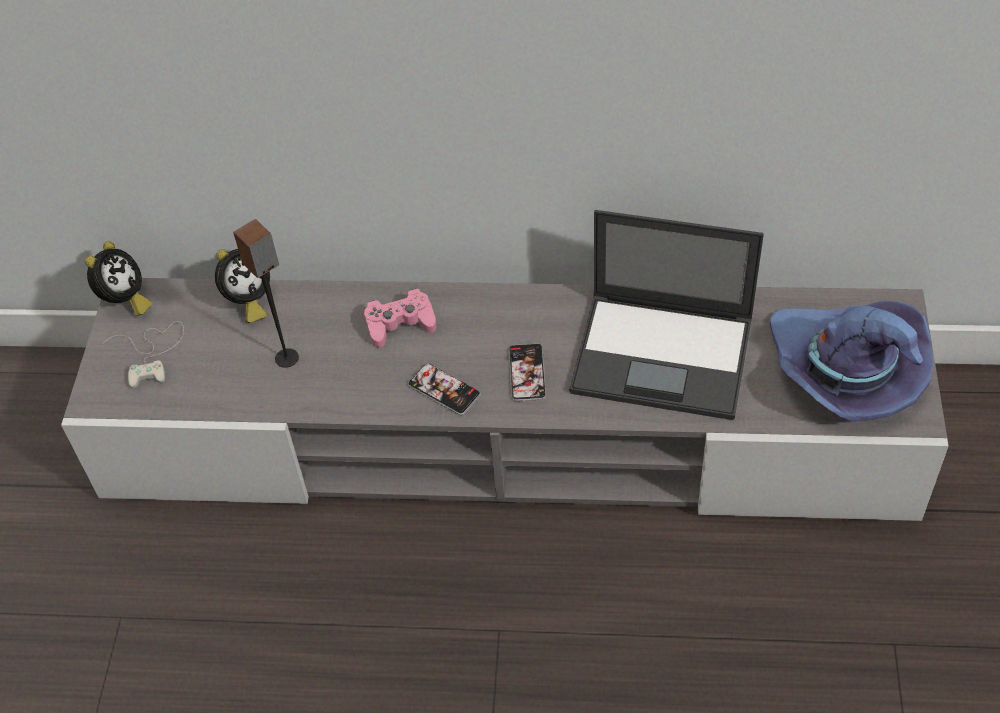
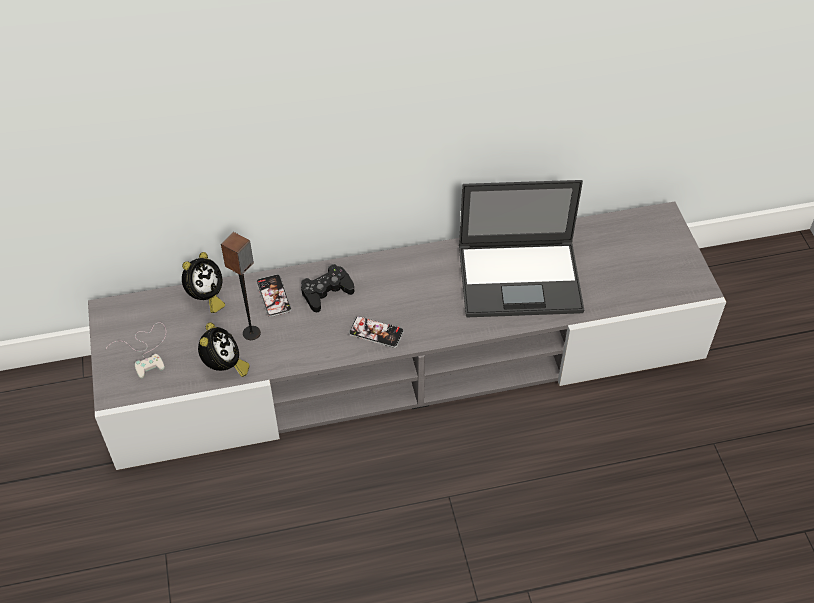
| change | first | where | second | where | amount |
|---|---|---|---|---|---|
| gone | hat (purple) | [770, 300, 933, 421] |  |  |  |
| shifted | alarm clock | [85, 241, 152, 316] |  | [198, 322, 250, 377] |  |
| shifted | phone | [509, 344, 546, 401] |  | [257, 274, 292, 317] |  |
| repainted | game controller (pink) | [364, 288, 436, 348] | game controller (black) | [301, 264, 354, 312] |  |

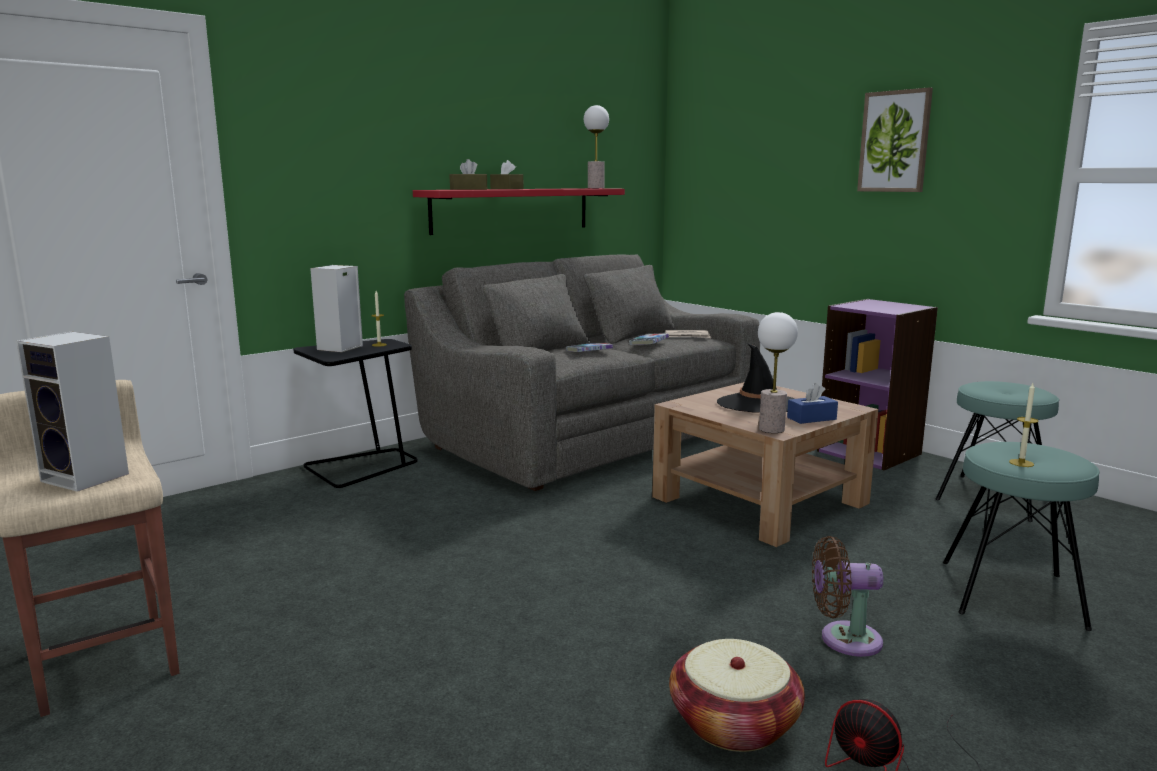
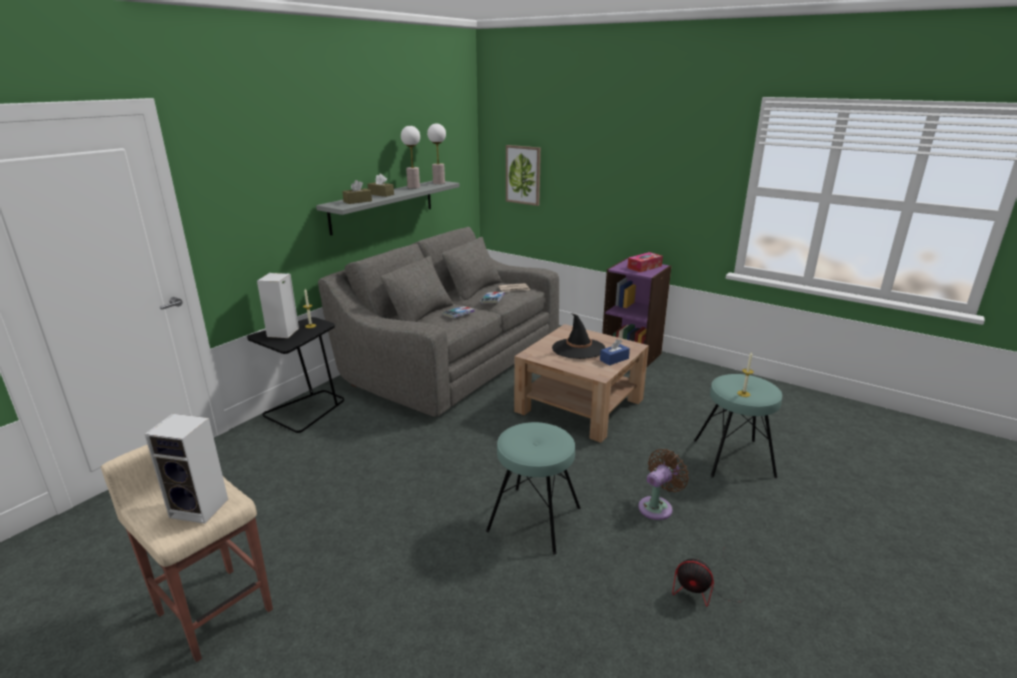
| change | first | where | second | where | amount |
|---|---|---|---|---|---|
| gone | basket | [669, 639, 805, 752] |  |  |  |
| new |  |  | tissue box | [627, 252, 663, 272] |  |
| shifted | table lamp | [758, 312, 798, 433] |  | [401, 126, 420, 189] |  |
| shifted | picture | [857, 87, 933, 192] |  | [506, 145, 541, 206] |  |
| shifted | stool (turquoise) | [936, 381, 1059, 522] |  | [486, 422, 581, 555] |  |
| repainted | shelf (red) | [413, 188, 625, 235] | shelf (grey) | [316, 181, 460, 236] |  |
| rotated | fan (brown) | [812, 536, 883, 657] |  | [638, 449, 689, 520] | 150 degrees clockwise |

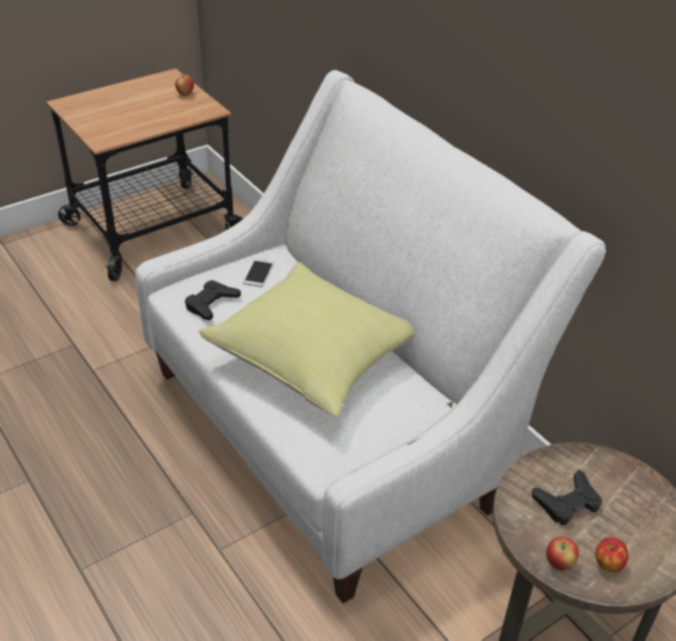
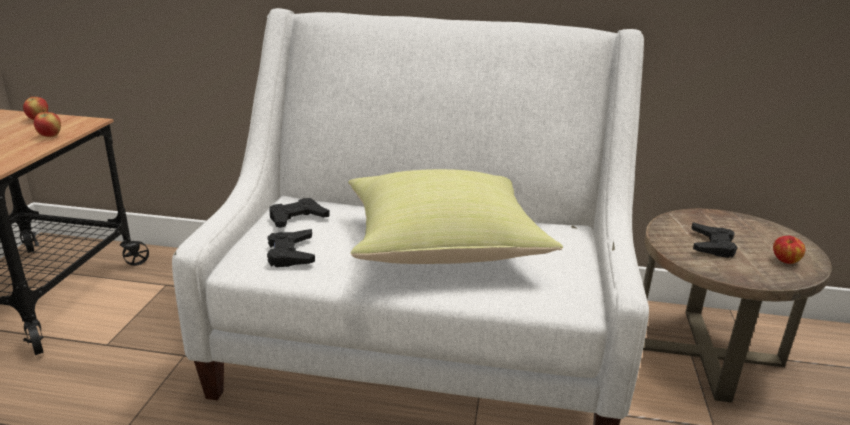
| change | first | where | second | where | amount |
|---|---|---|---|---|---|
| shifted | apple | [546, 536, 579, 570] |  | [34, 111, 61, 137] |  |
| swapped | phone | [243, 259, 274, 287] | game controller (black) | [269, 198, 330, 228] |  |

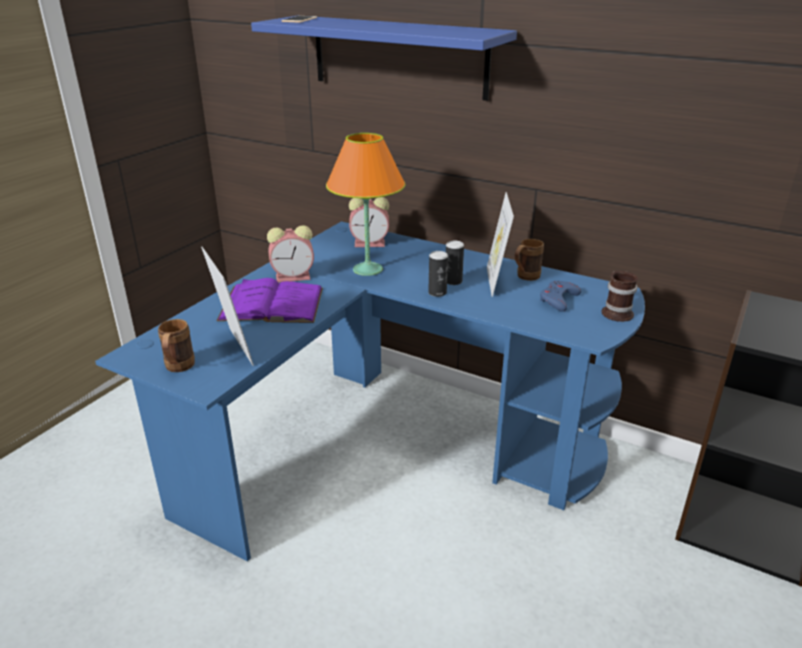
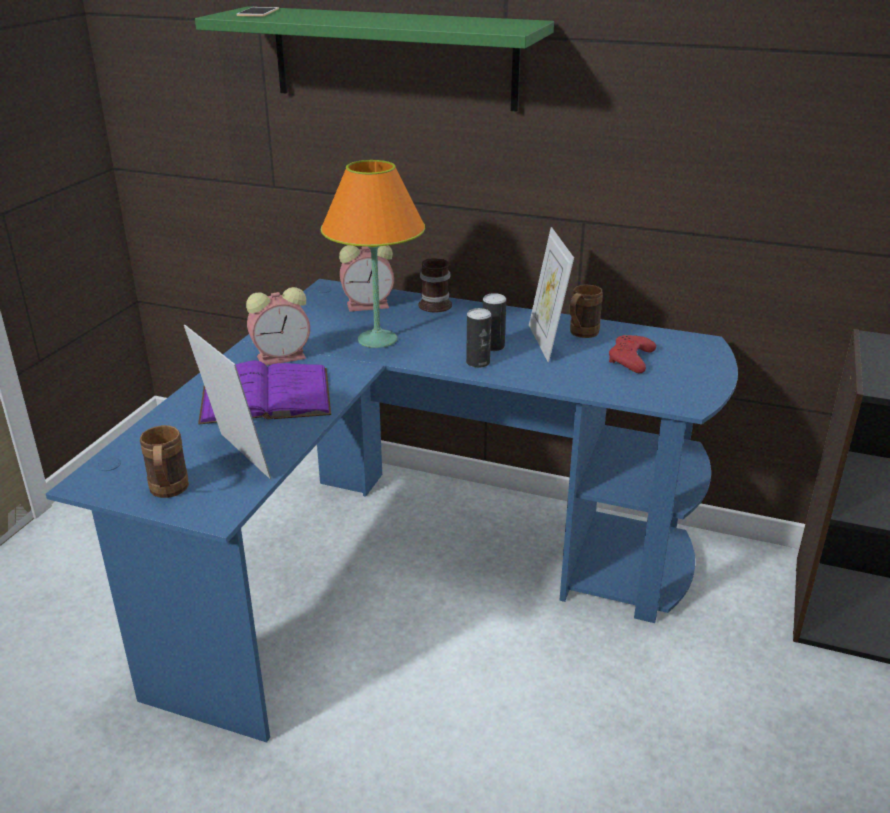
| change | first | where | second | where | amount |
|---|---|---|---|---|---|
| shifted | mug | [602, 271, 638, 322] |  | [418, 258, 452, 313] |  |
| repainted | shelf (blue) | [251, 16, 517, 101] | shelf (green) | [195, 6, 554, 112] |  |
| repainted | game controller (blue) | [540, 281, 582, 312] | game controller (red) | [609, 335, 656, 373] |  |

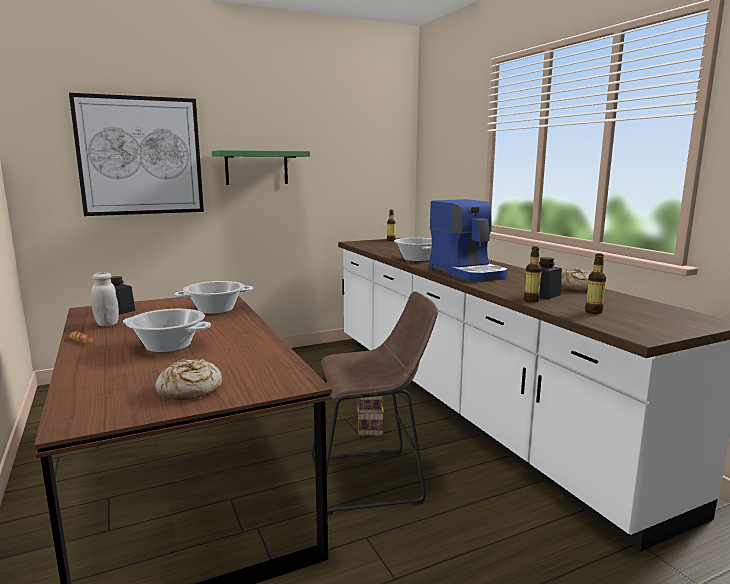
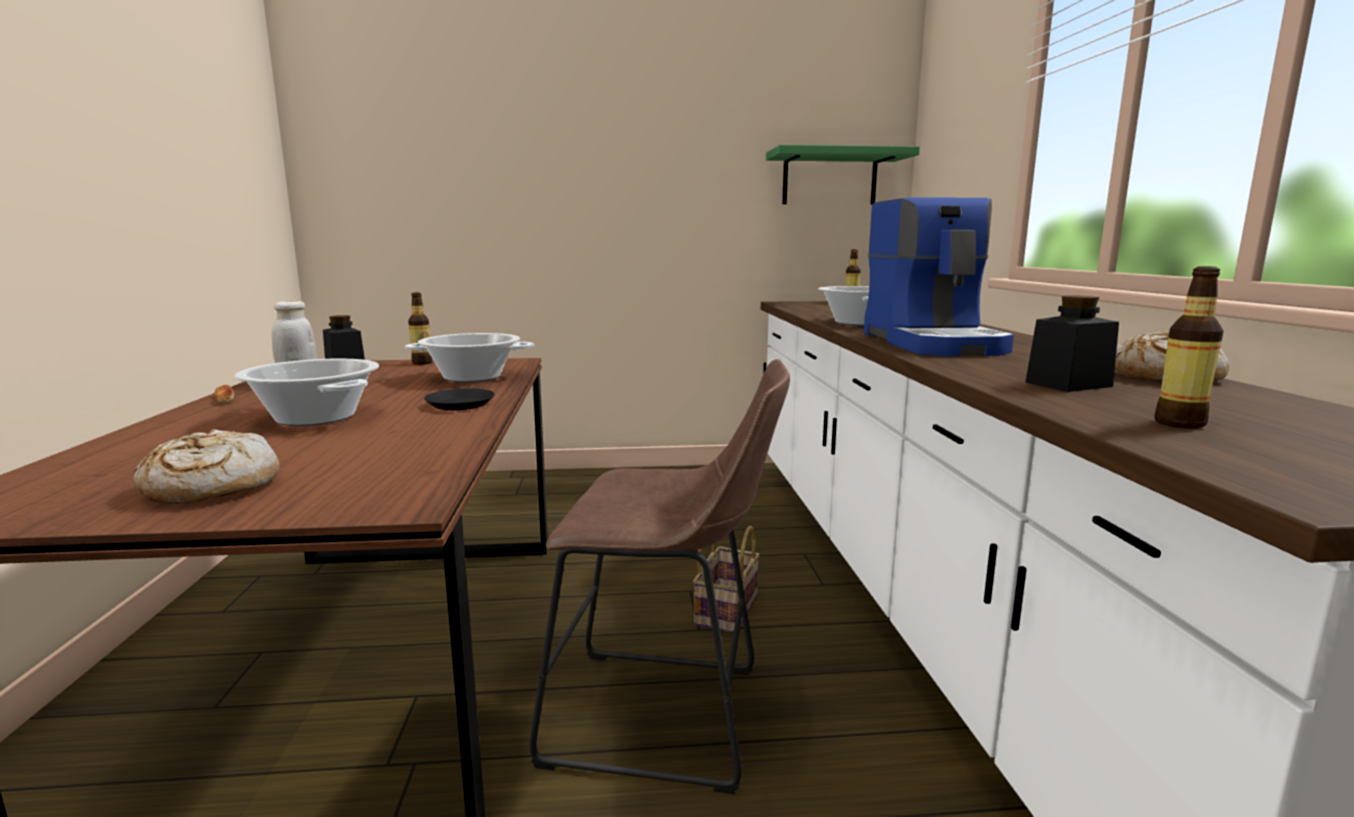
| change | first | where | second | where | amount |
|---|---|---|---|---|---|
| gone | picture | [69, 93, 204, 216] |  |  |  |
| new |  |  | plate (black) | [424, 388, 495, 410] |  |
| shifted | shelf (green) | [212, 150, 310, 185] |  | [766, 145, 920, 205] |  |
| shifted | bottle | [524, 246, 542, 303] |  | [408, 292, 432, 365] |  |

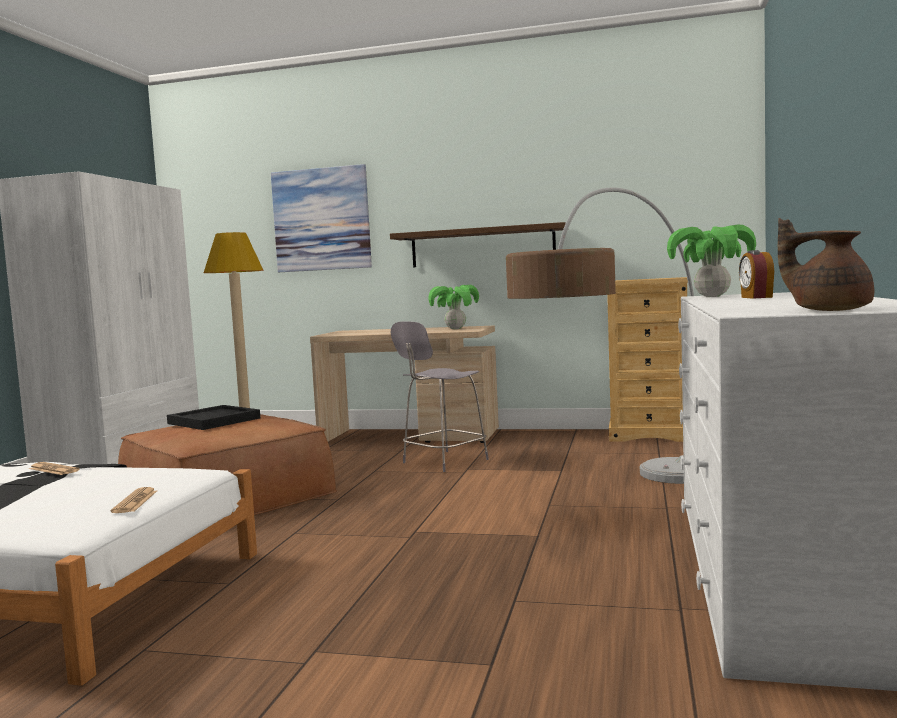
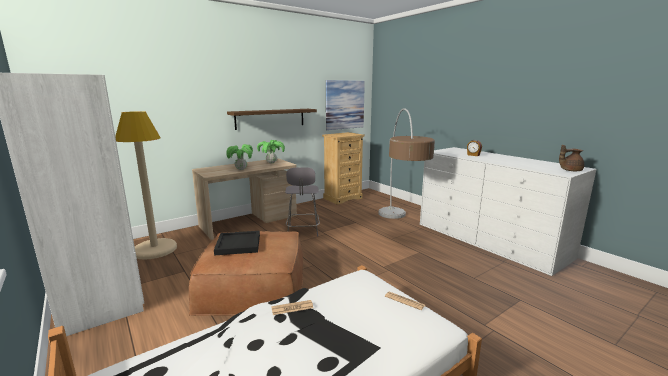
| change | first | where | second | where | amount |
|---|---|---|---|---|---|
| shifted | picture | [271, 164, 372, 272] |  | [326, 80, 365, 130] |  |
| shifted | potted plant | [667, 224, 756, 297] |  | [226, 144, 253, 170] |  |

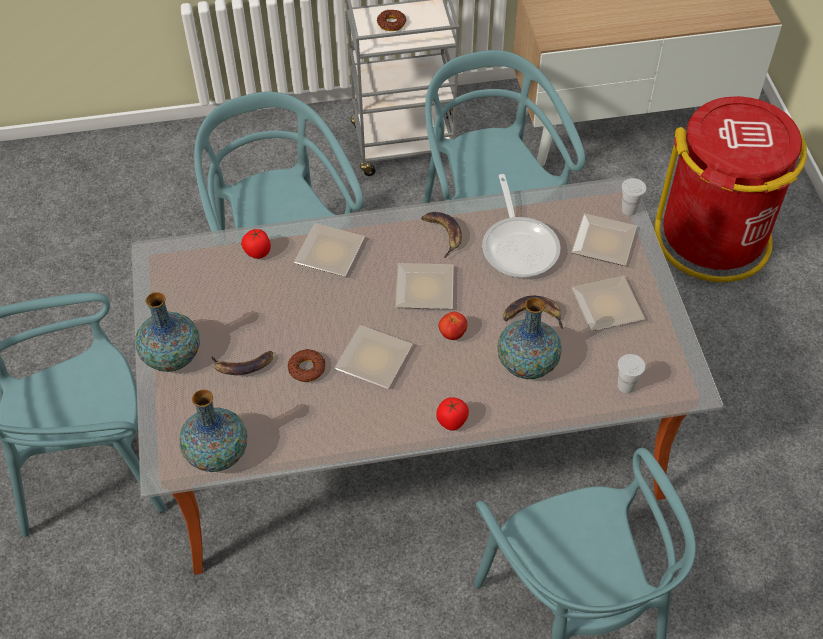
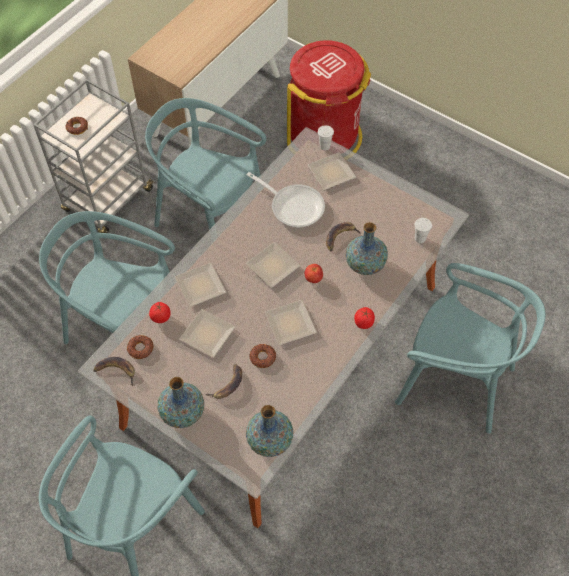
| change | first | where | second | where | amount |
|---|---|---|---|---|---|
| new |  |  | donut | [127, 335, 153, 359] |  |
| shifted | banana | [421, 212, 462, 258] |  | [93, 357, 135, 386] |  |
| shifted | plate | [571, 276, 645, 331] |  | [179, 309, 236, 358] |  |

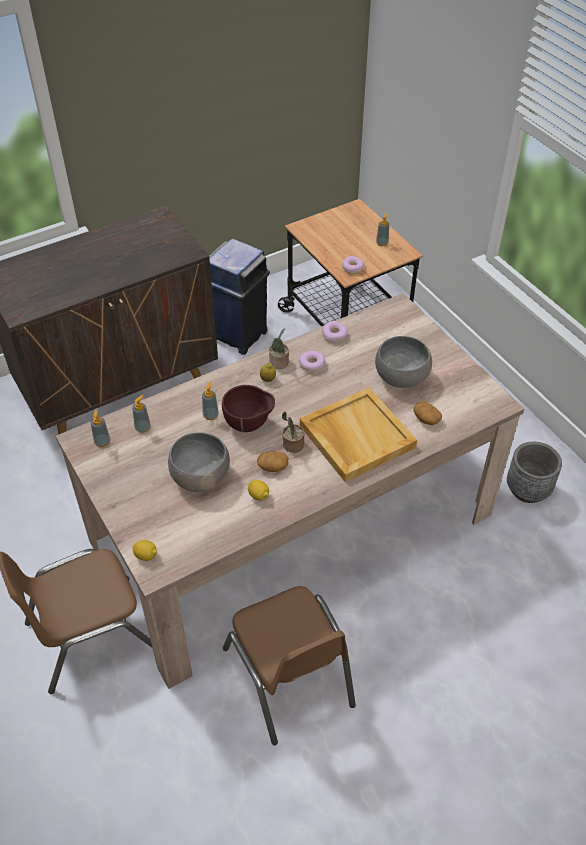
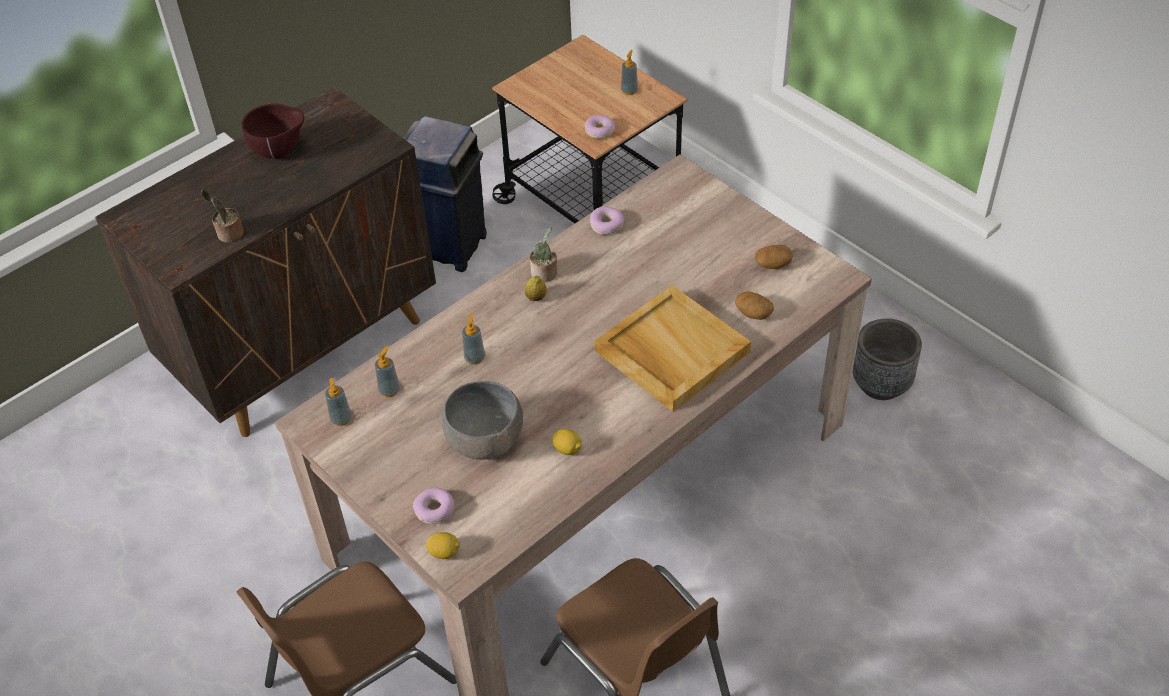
| change | first | where | second | where | amount |
|---|---|---|---|---|---|
| gone | bowl (grey) | [375, 336, 432, 388] |  |  |  |
| shifted | bowl (brown) | [222, 385, 275, 432] |  | [242, 104, 304, 159] |  |
| shifted | potato | [257, 452, 288, 472] |  | [756, 245, 793, 269] |  |
| shifted | potted plant | [282, 412, 304, 453] |  | [201, 188, 244, 243] |  |
| shifted | donut | [299, 351, 326, 372] |  | [413, 488, 455, 524] |  |

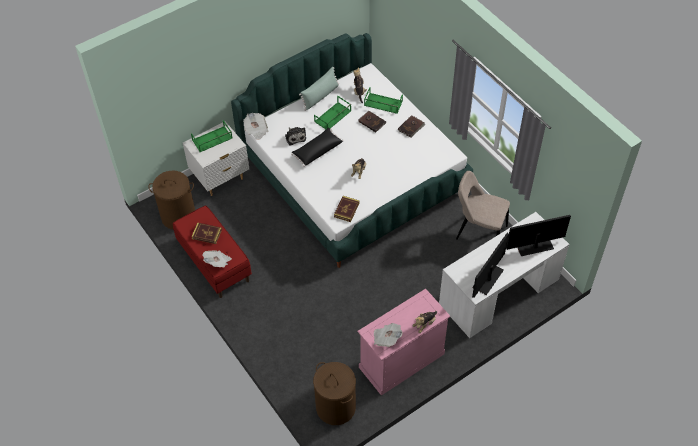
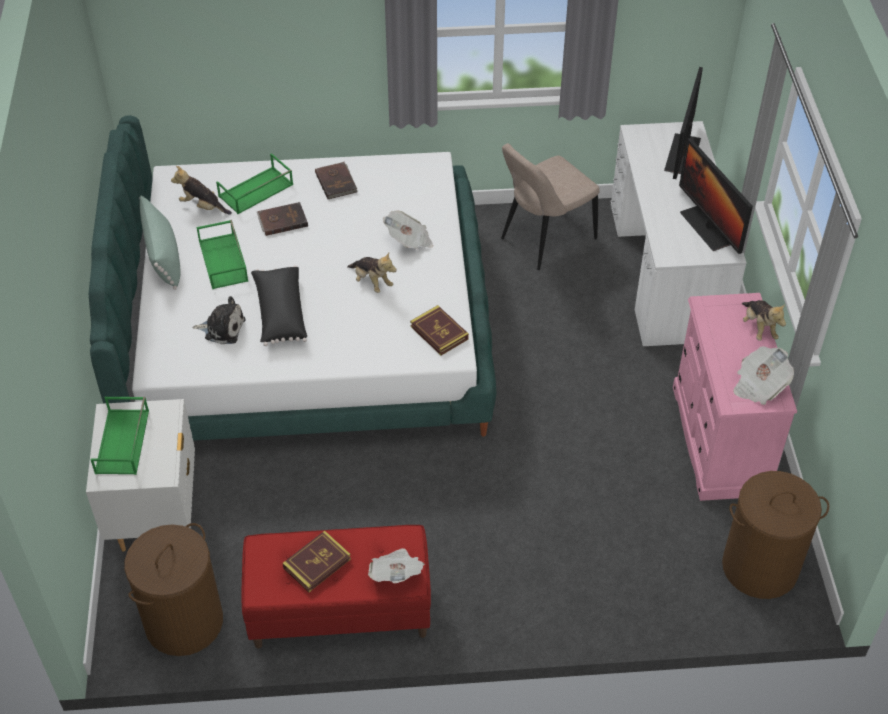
| change | first | where | second | where | amount |
|---|---|---|---|---|---|
| shifted | newspaper | [243, 113, 268, 140] |  | [383, 210, 433, 249] |  |

